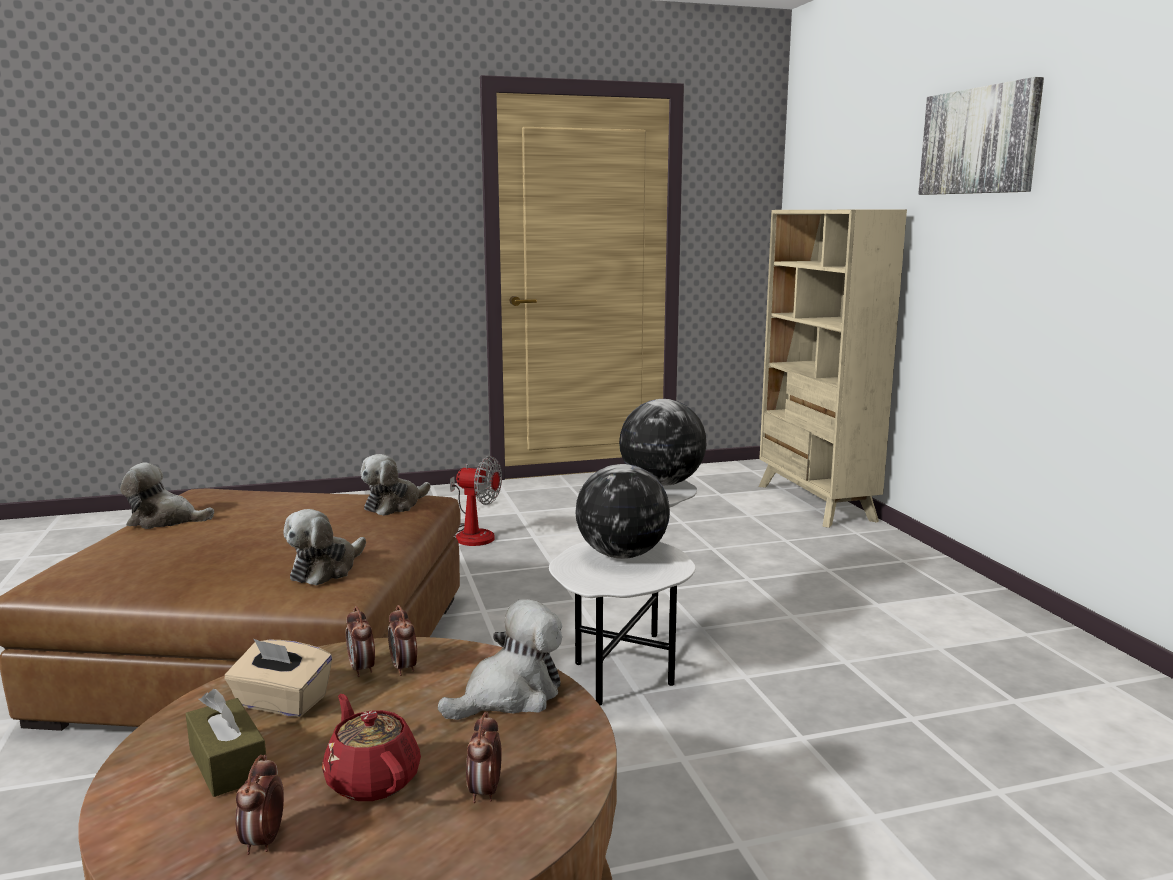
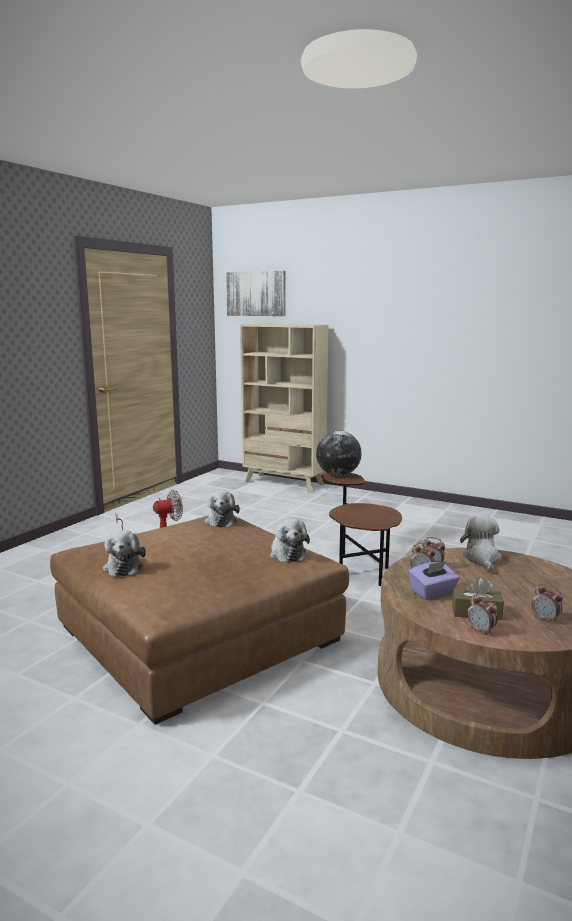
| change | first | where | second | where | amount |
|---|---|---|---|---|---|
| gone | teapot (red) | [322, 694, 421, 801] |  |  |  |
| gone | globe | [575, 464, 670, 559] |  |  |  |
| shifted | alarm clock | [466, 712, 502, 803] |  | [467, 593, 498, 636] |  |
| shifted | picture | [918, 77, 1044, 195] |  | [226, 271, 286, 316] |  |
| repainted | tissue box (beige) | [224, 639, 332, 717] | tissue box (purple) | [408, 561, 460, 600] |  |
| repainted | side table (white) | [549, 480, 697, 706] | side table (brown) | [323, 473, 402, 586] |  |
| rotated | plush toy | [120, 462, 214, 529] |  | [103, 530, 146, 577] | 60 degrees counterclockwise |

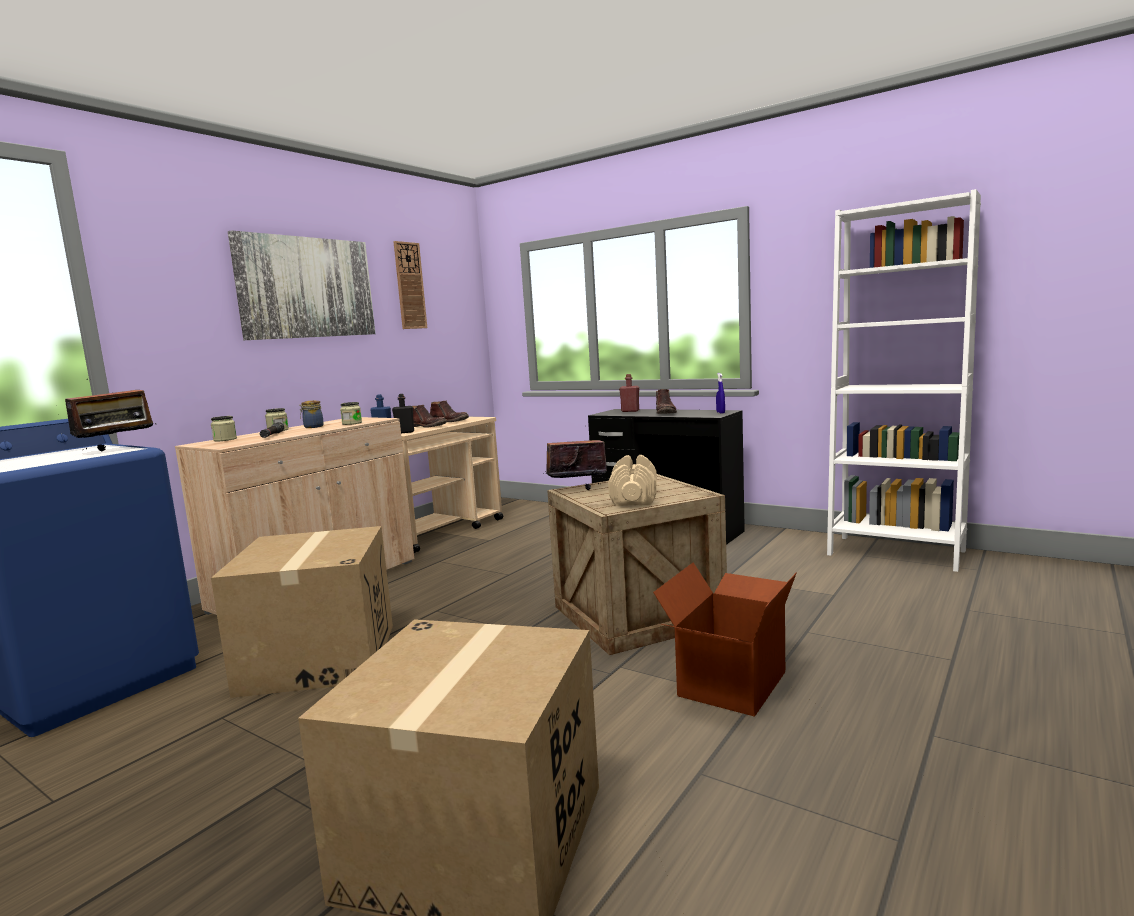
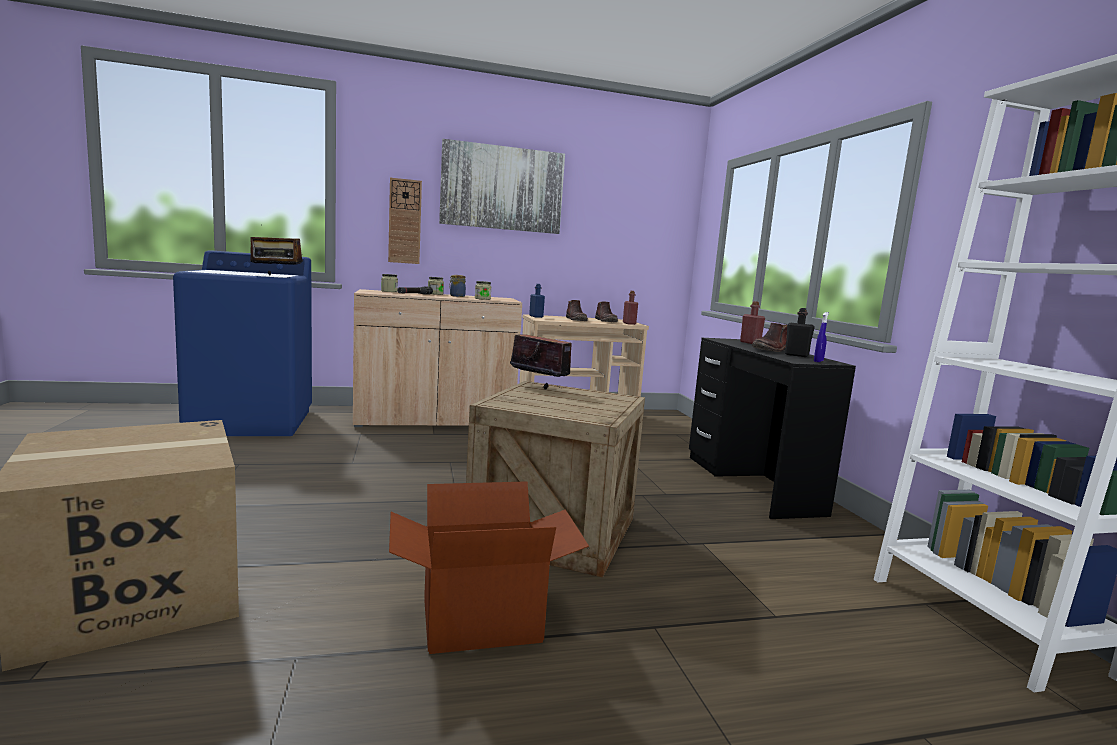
| change | first | where | second | where | amount |
|---|---|---|---|---|---|
| gone | cardboard box | [211, 526, 393, 698] |  |  |  |
| gone | dumbbell (beige) | [608, 455, 657, 506] |  |  |  |
| new |  |  | bottle (red) | [623, 291, 638, 325] |  |
| shifted | bottle (black) | [392, 394, 414, 433] |  | [785, 308, 815, 357] |  |
| shifted | wall clock | [393, 241, 427, 329] |  | [388, 178, 422, 264] |  |

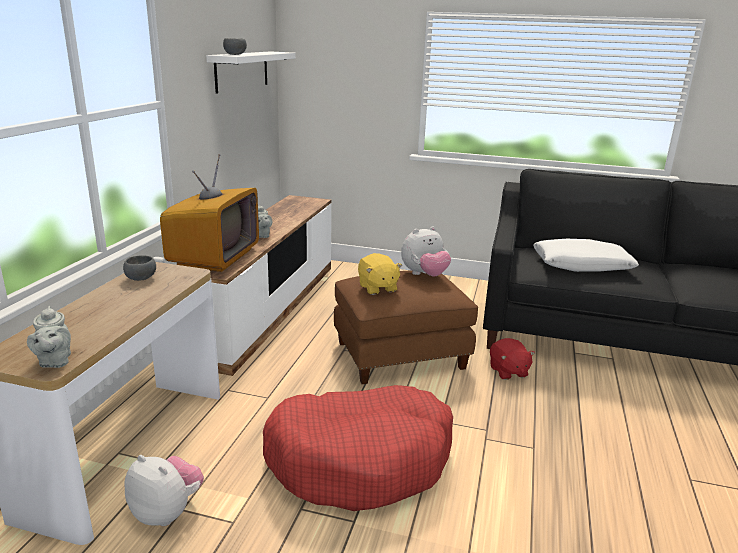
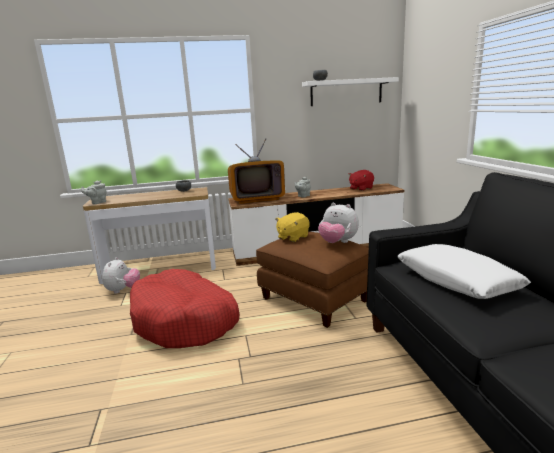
| change | first | where | second | where | amount |
|---|---|---|---|---|---|
| shifted | plush toy (red) | [490, 338, 535, 380] |  | [349, 170, 374, 191] |  |

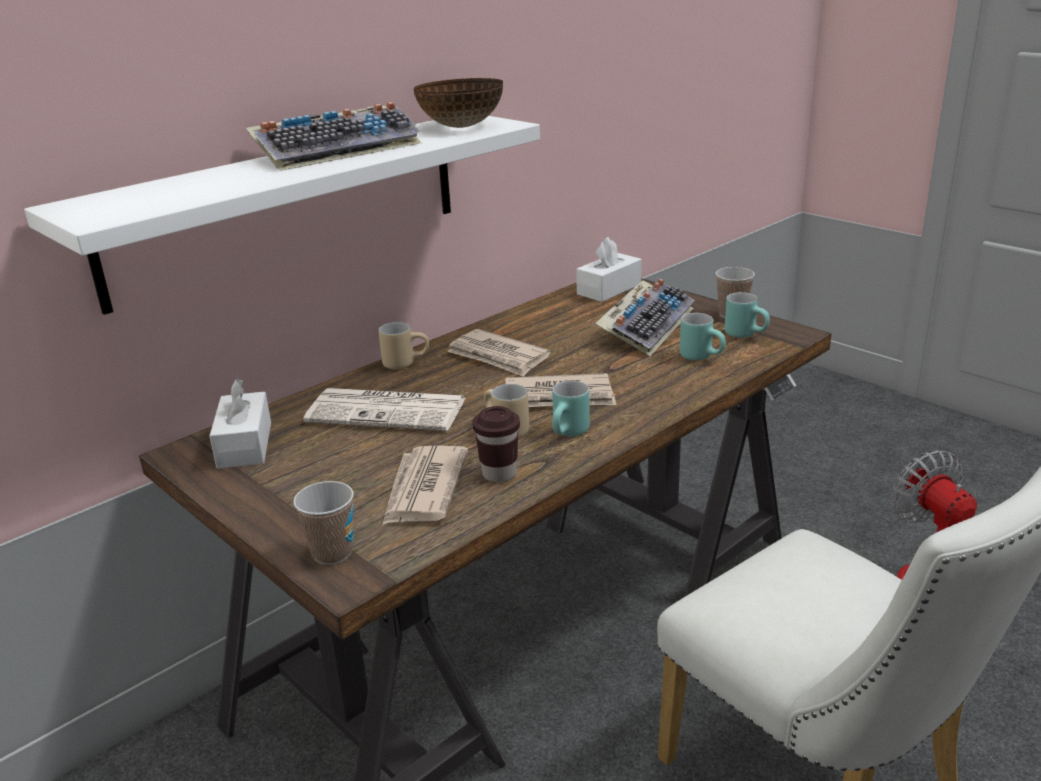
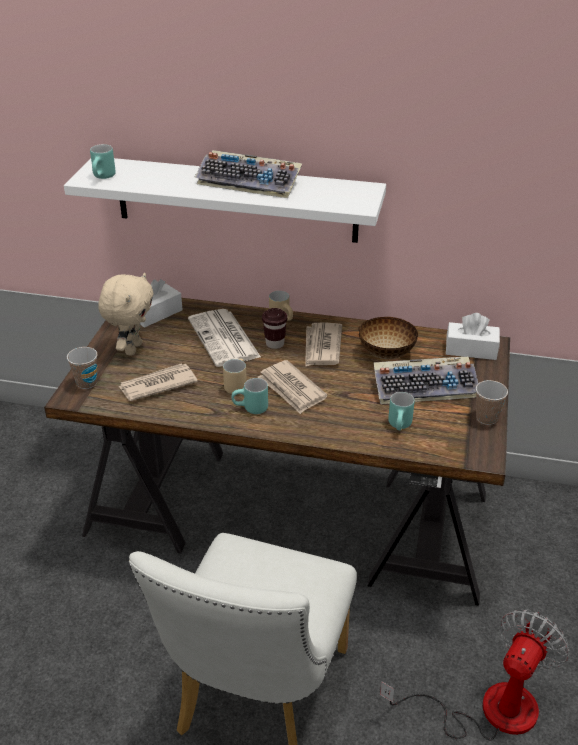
| change | first | where | second | where | amount |
|---|---|---|---|---|---|
| new |  |  | plush toy (beige) | [98, 273, 154, 356] |  |
| shifted | bowl | [414, 78, 503, 128] |  | [358, 317, 418, 359] |  |
| shifted | cup (brown) | [472, 406, 520, 483] |  | [262, 308, 288, 349] |  |
| shifted | mug (turquoise) | [725, 292, 770, 338] |  | [90, 144, 116, 179] |  |

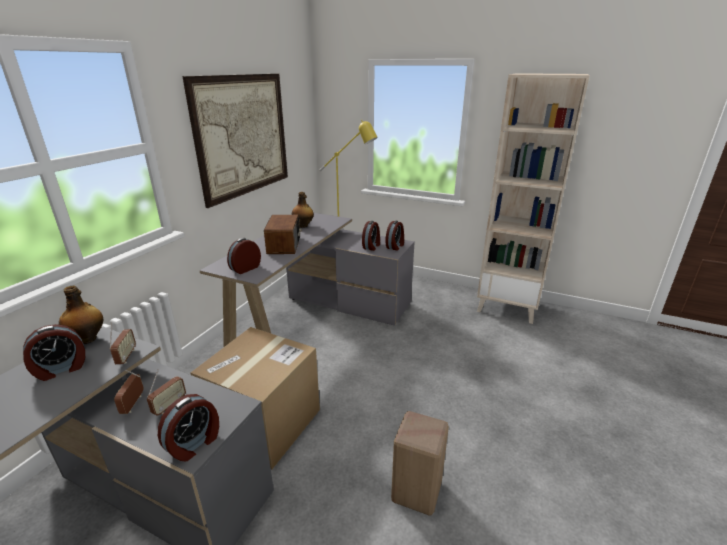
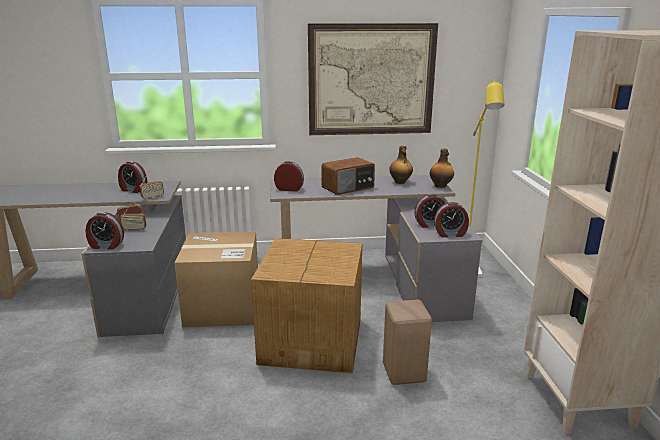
| change | first | where | second | where | amount |
|---|---|---|---|---|---|
| new |  |  | cardboard box | [251, 238, 362, 373] |  |
| shifted | bottle | [59, 285, 103, 344] |  | [430, 148, 454, 188] |  |
| shifted | stool (beige) | [391, 411, 449, 515] |  | [383, 300, 432, 385] |  |

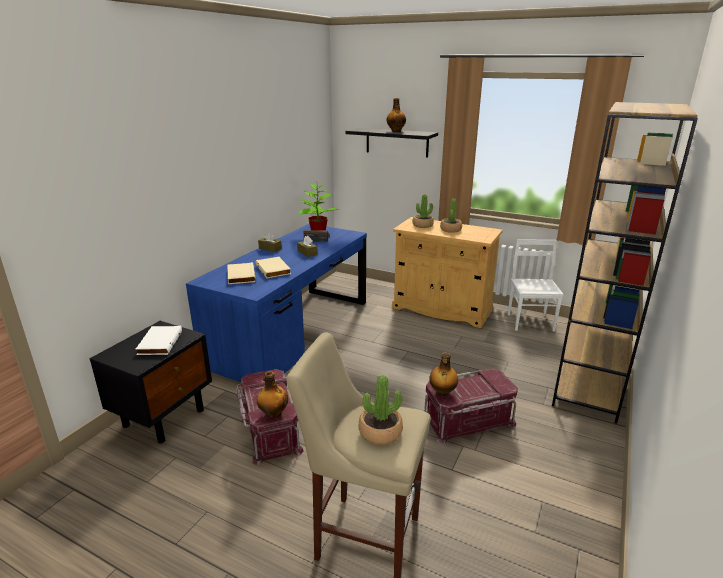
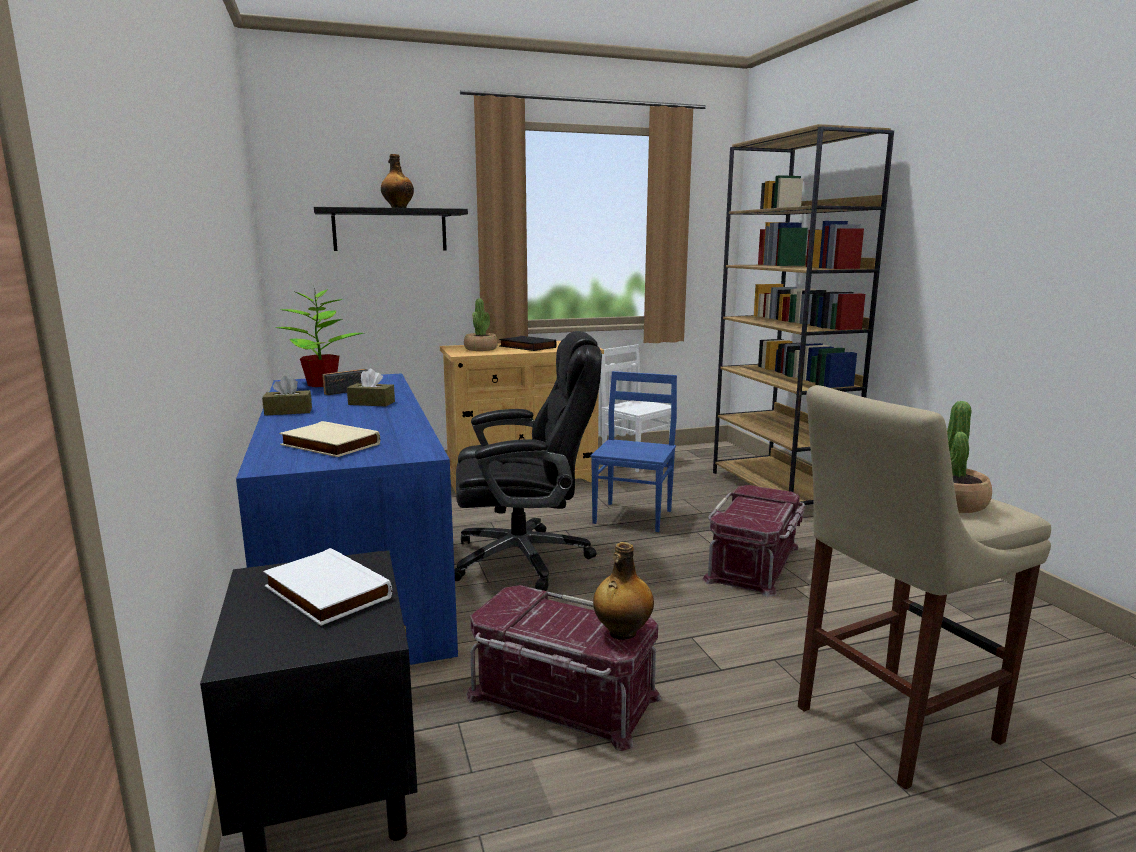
| change | first | where | second | where | amount |
|---|---|---|---|---|---|
| gone | book (beige) | [256, 257, 291, 279] |  |  |  |
| gone | bottle | [429, 352, 458, 397] |  |  |  |
| new |  |  | office chair (black) | [454, 331, 602, 591] |  |
| new |  |  | chair (blue) | [591, 371, 677, 532] |  |
| swapped | potted plant | [440, 198, 462, 233] | book (black) | [499, 336, 557, 351] |  |

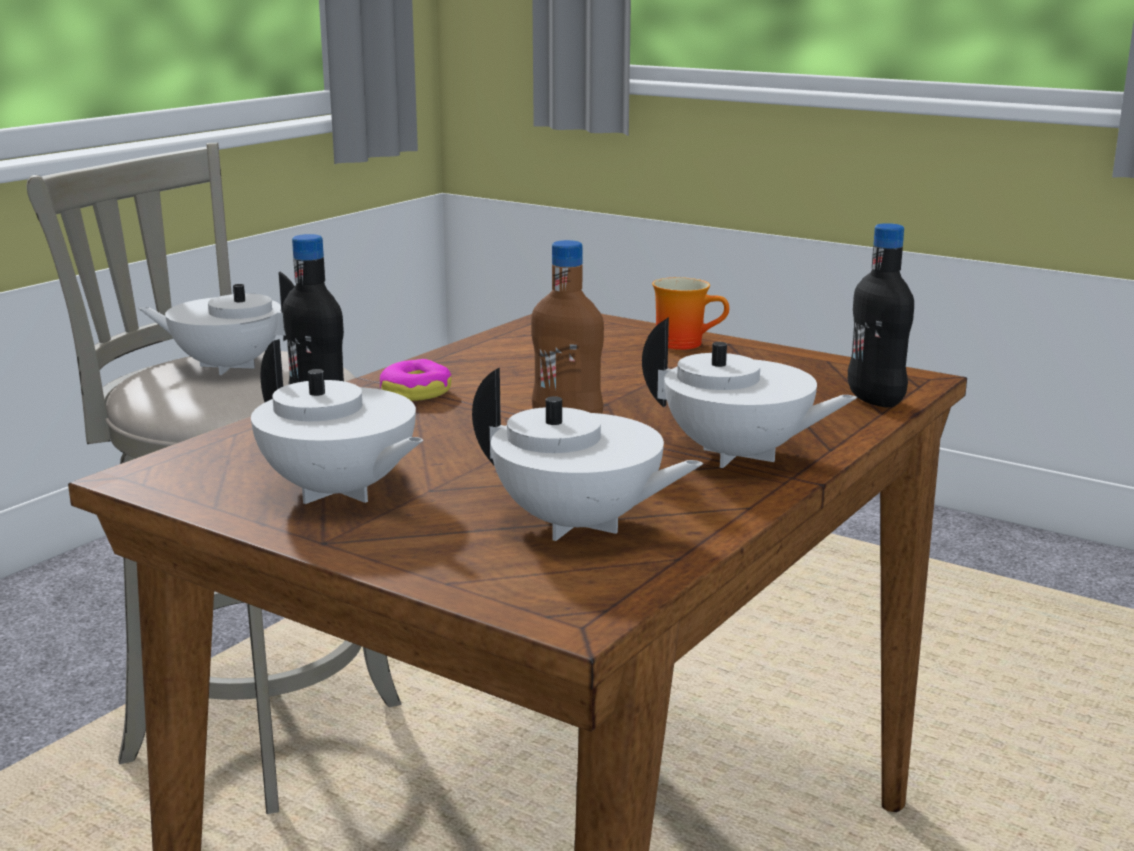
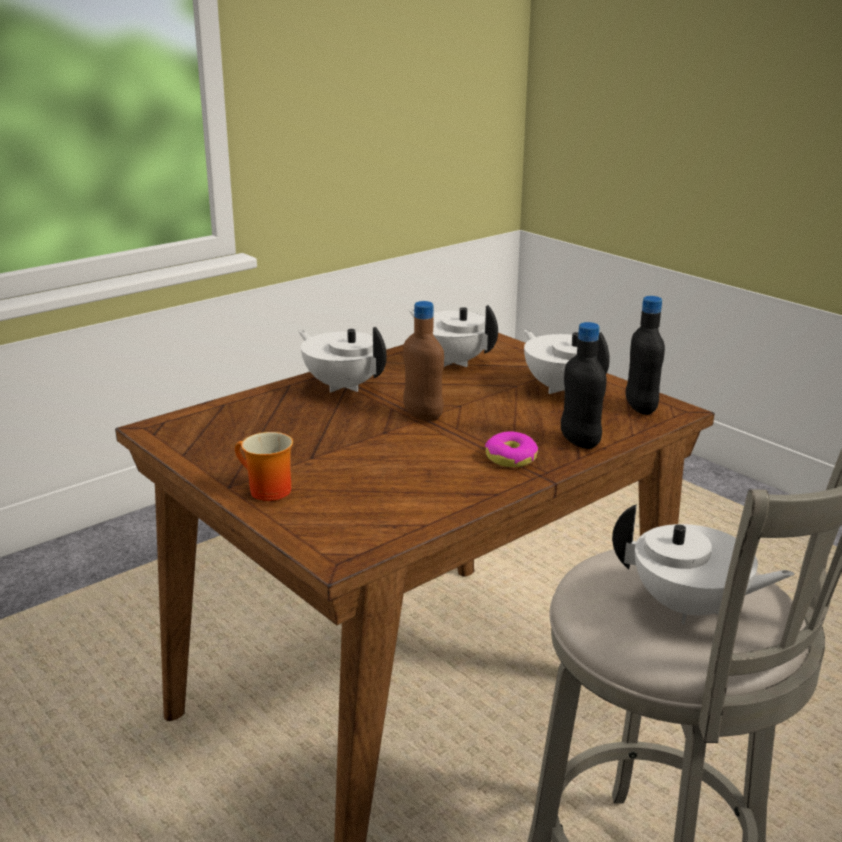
| change | first | where | second | where | amount |
|---|---|---|---|---|---|
| shifted | bottle (black) | [848, 223, 914, 408] |  | [626, 296, 665, 415] |  |

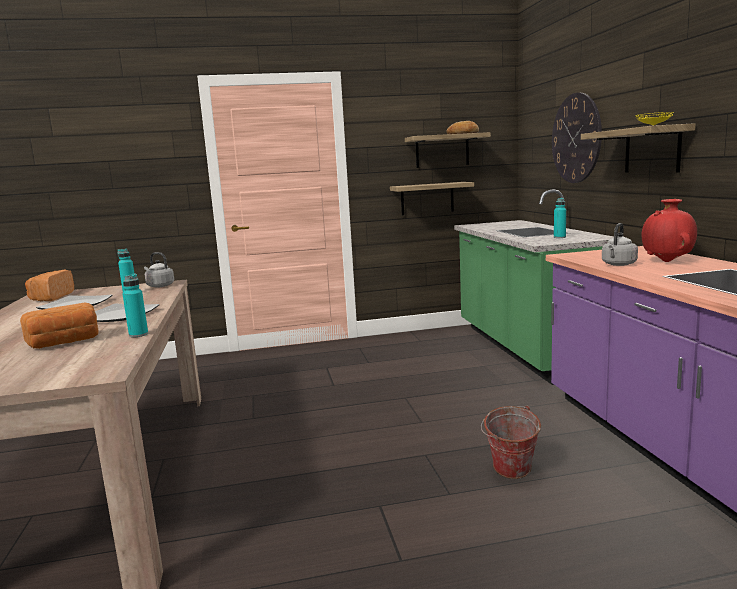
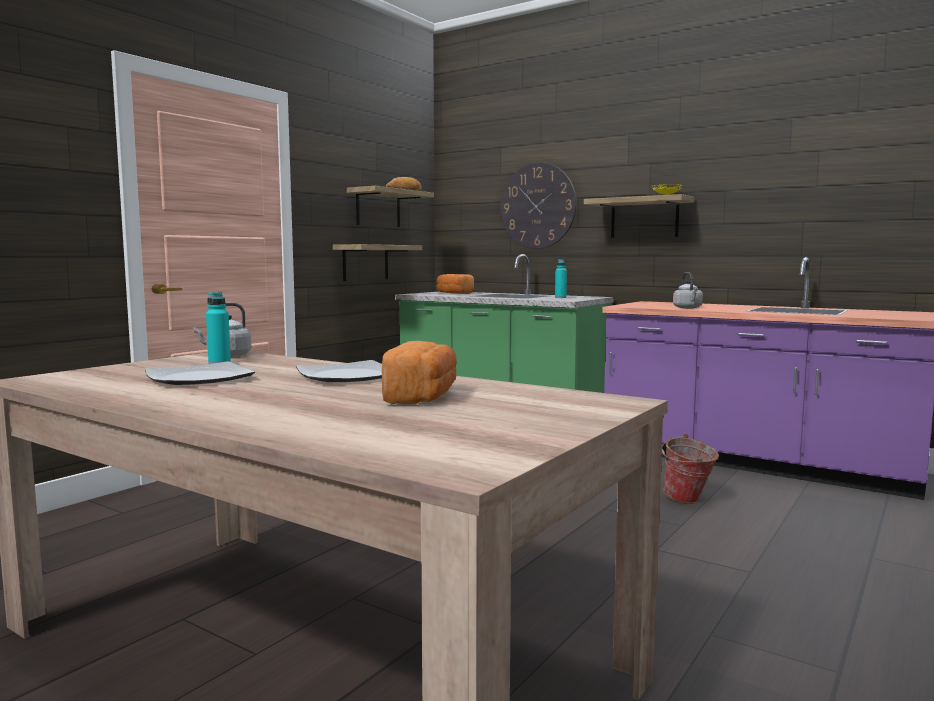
| change | first | where | second | where | amount |
|---|---|---|---|---|---|
| gone | bottle (turquoise) | [123, 274, 148, 337] |  |  |  |
| gone | vase (red) | [641, 199, 697, 262] |  |  |  |
| shifted | bread | [25, 269, 74, 301] |  | [437, 274, 474, 294] |  |

